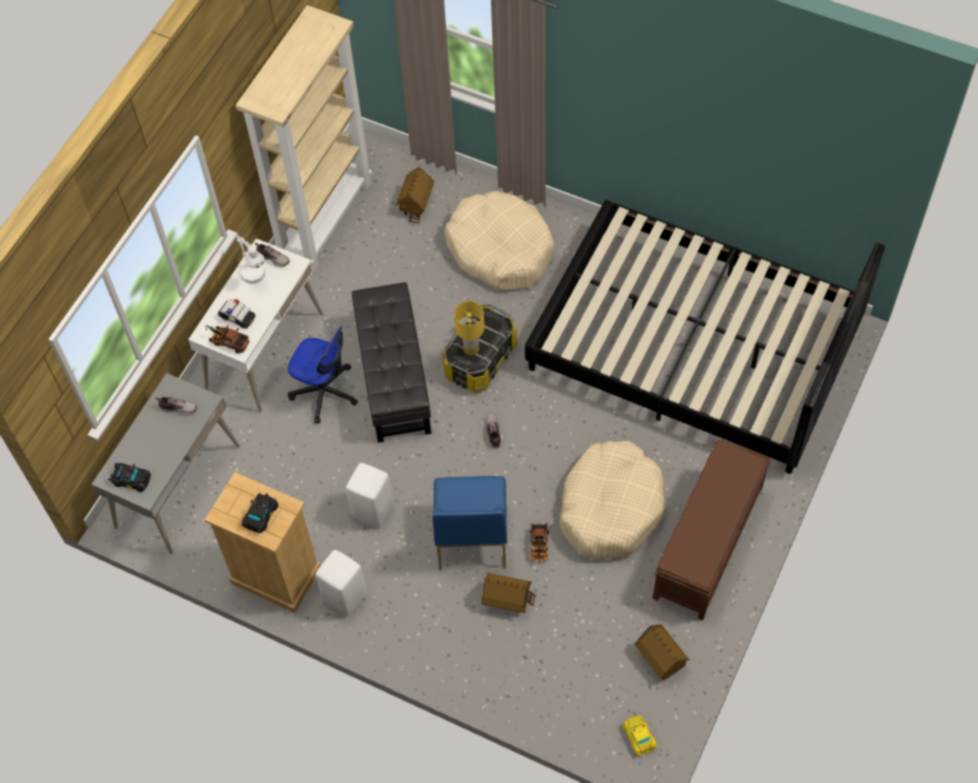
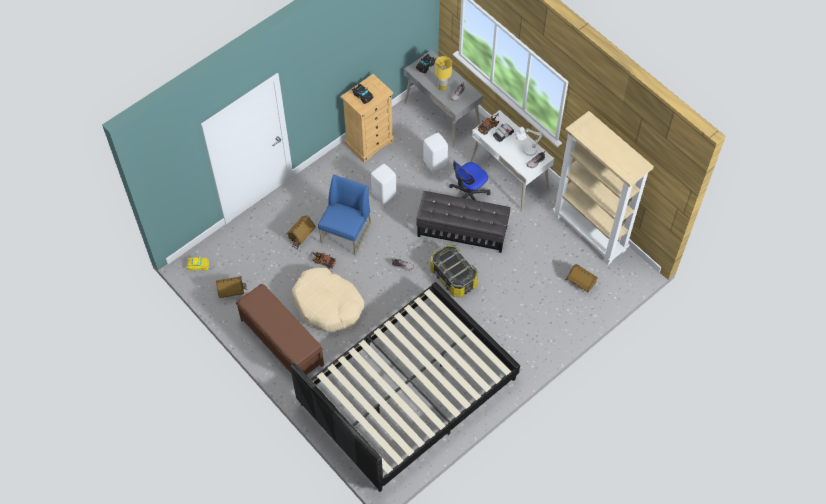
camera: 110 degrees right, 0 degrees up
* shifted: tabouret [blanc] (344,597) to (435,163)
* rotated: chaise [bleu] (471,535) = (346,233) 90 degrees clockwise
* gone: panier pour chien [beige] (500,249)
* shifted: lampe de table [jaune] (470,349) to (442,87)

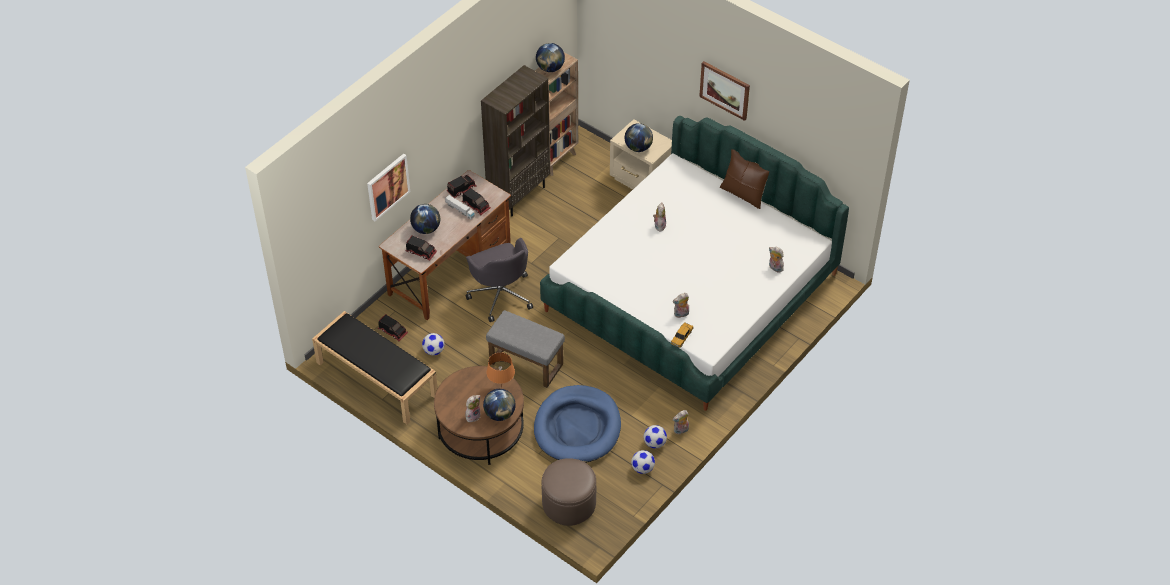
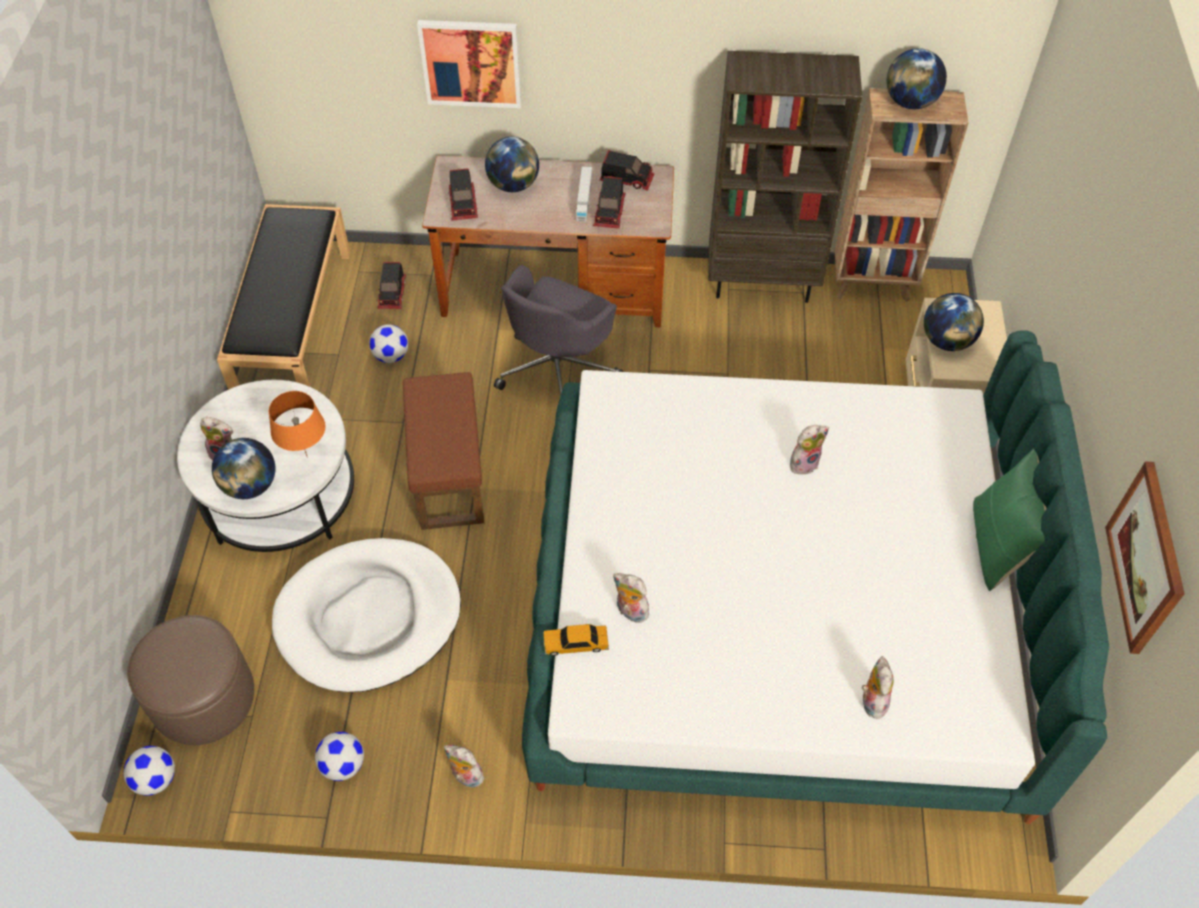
camera: 55 degrees right, 5 degrees up
* repainted: table basse [marron] (480,430) to table basse [blanc] (280,494)
* repainted: pouf [gris] (525,364) to pouf [marron] (447,475)
* repainted: panier pour chien [bleu] (577,427) to panier pour chien [blanc] (369,617)
* shifted: ballon de foot (654,443) to (155,779)
* shifted: tableau (725,90) to (1146,558)
* repainted: coussin [marron] (743,194) to coussin [vert] (998,545)

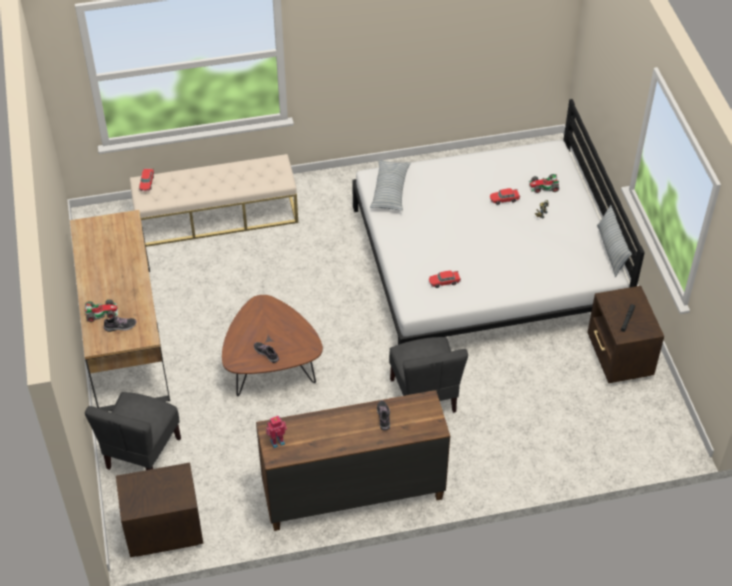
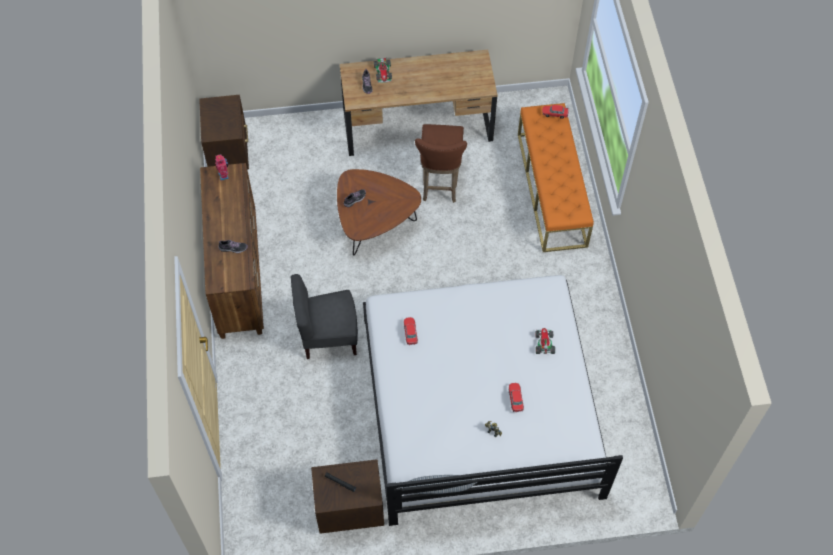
camera: 95 degrees right, 10 degrees up
* gone: chaise [gris] (142,453)
* repainted: banc [beige] (217,217) to banc [orange] (552,189)
* gone: coussin (390,190)
* shifted: petite voiture (544,186) to (544,343)
* new: tabouret [marron] (440,183)

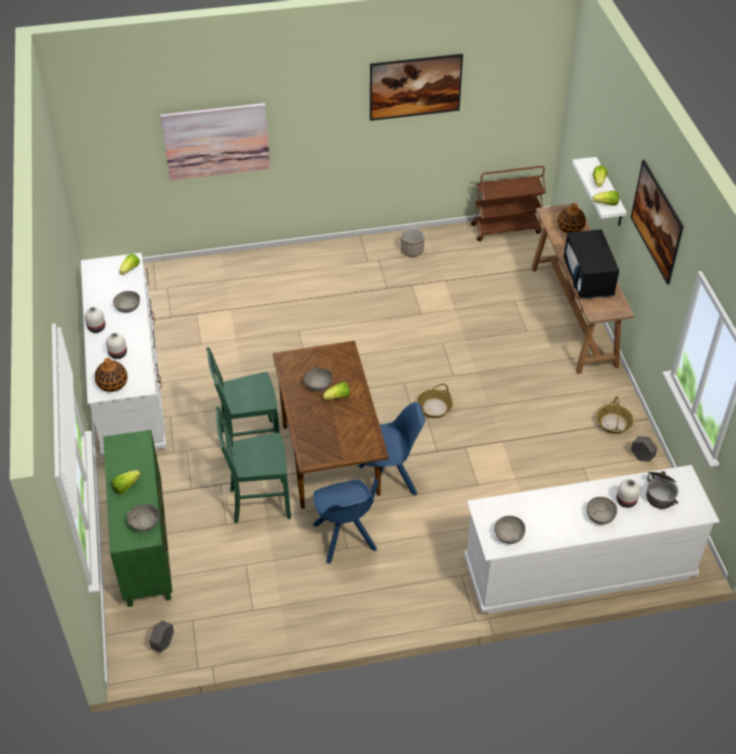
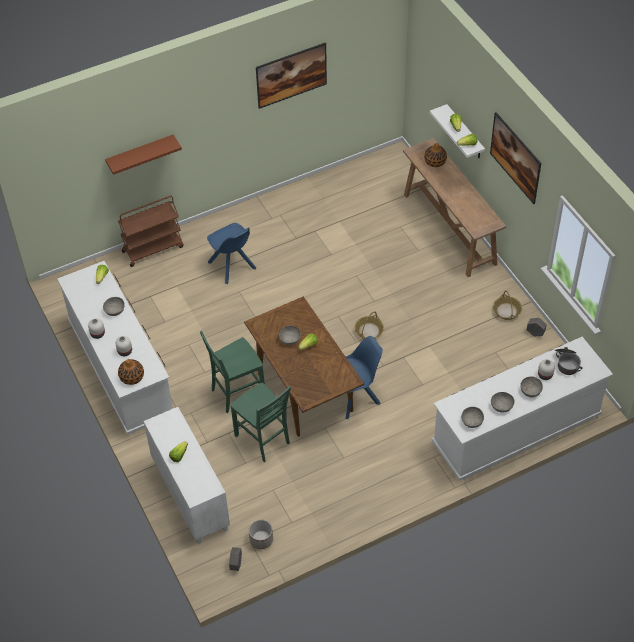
camera: 15 degrees left, 5 degrees up
* repainted: meuble de rangement [vert] (144,546) to meuble de rangement [blanc] (189,495)
* shifted: bol [gris] (144,523) to (501,406)
* swapped: tableau (216,141) to étagère [marron] (140,153)
* rotated: chaise [vert] (258,502) = (263,440) 105 degrees counterclockwise
* shifted: chaise [bleu] (345,538) to (232,266)
* shifted: cache-pot (412,250) to (261,539)
* shifted: chariot [marron] (506,228) to (153,248)
* gone: micro-ondes [noir] (588,278)

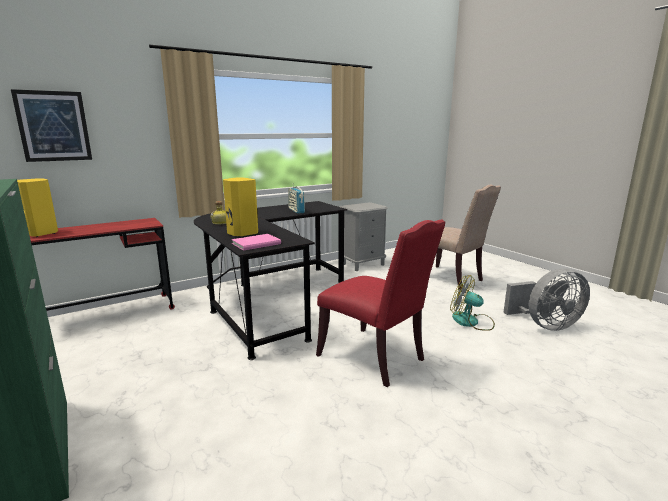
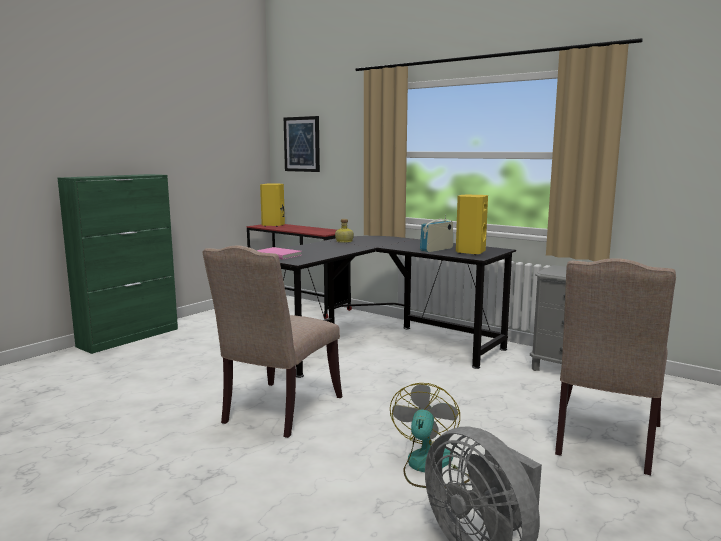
camera: 70 degrees right, 5 degrees down
* shifted: enceinte [jaune] (241,233) to (470,252)
* repainted: chaise [rouge] (375,358) to chaise [beige] (278,411)

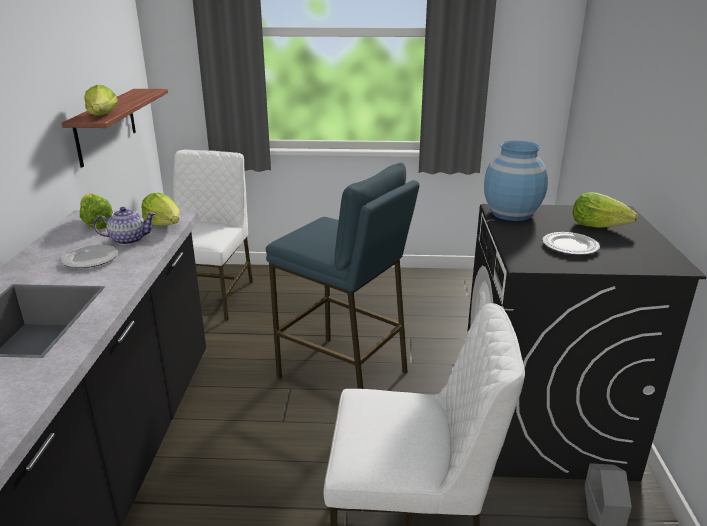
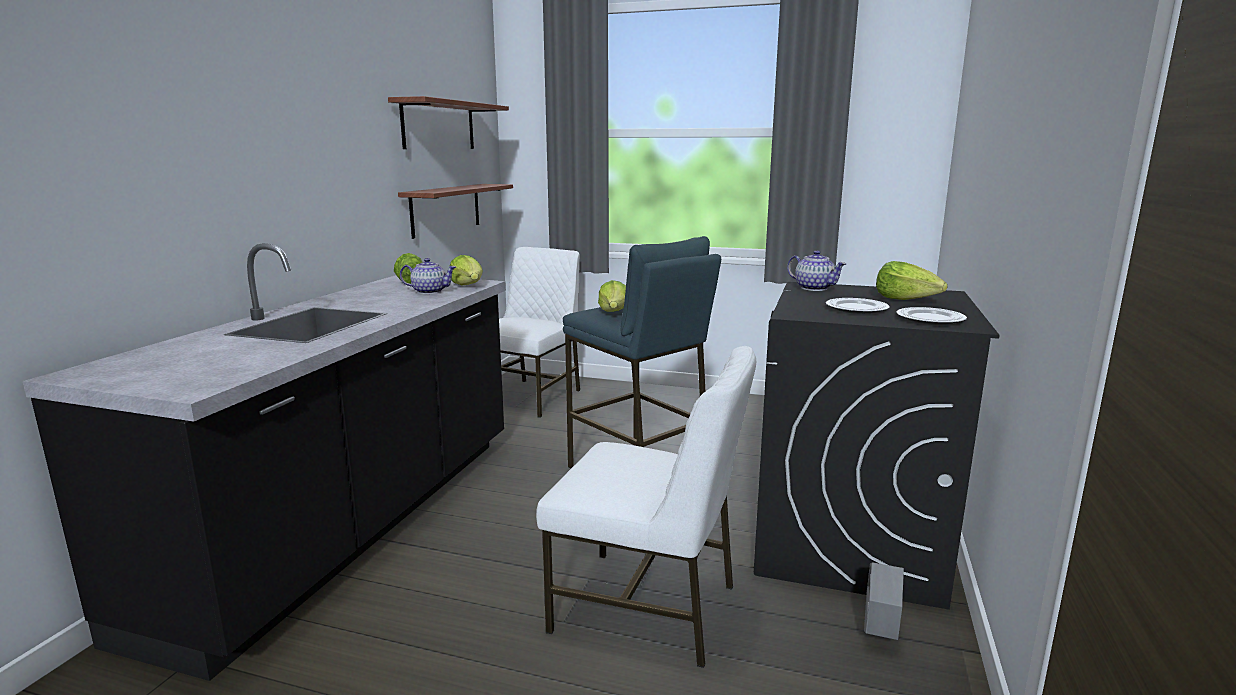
camera: 15 degrees right, 10 degrees down
* shifted: assiette (91,259) to (930,319)
* shifted: laitue (103,116) to (614,312)
* swapped: vase [bleu] (511,214) to théière (814,288)
* new: étagère (439,125)

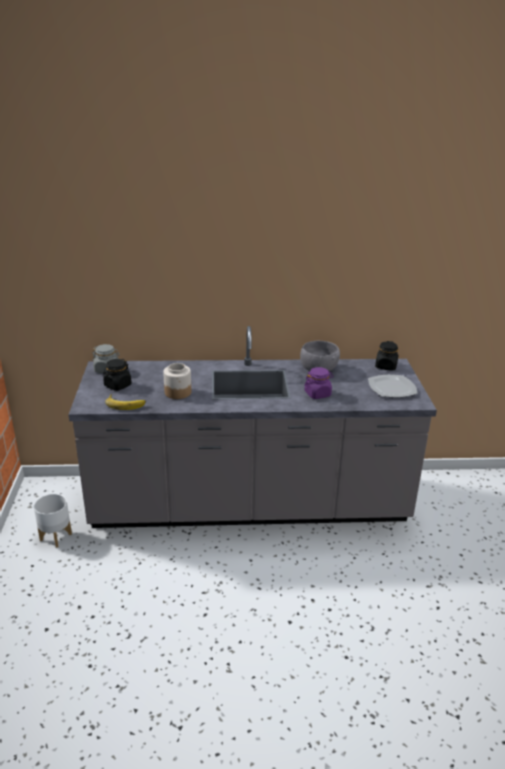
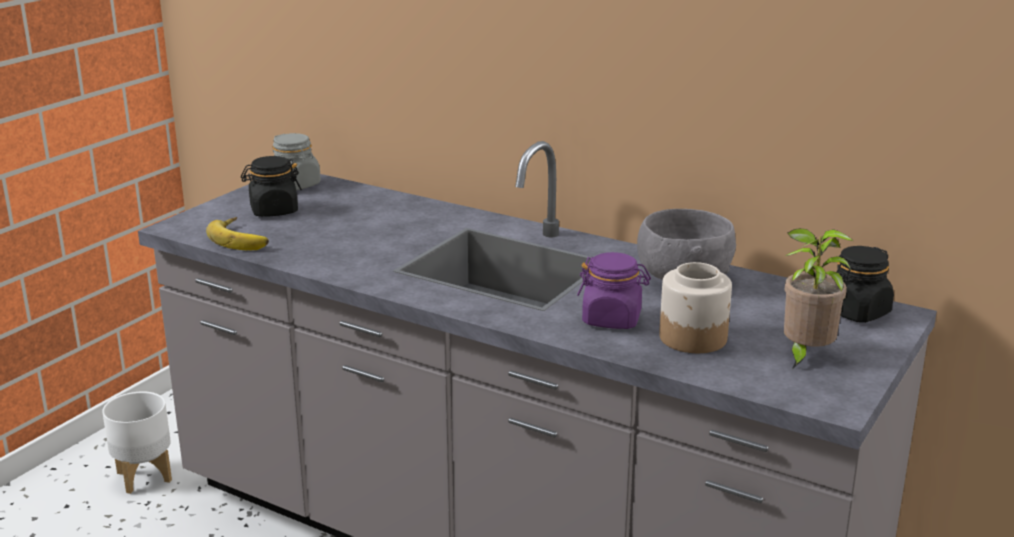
camera: 35 degrees right, 5 degrees down
* shifted: bocal (178,392) to (694,338)
* swapped: assiette (391,388) to plante en pot (805,356)

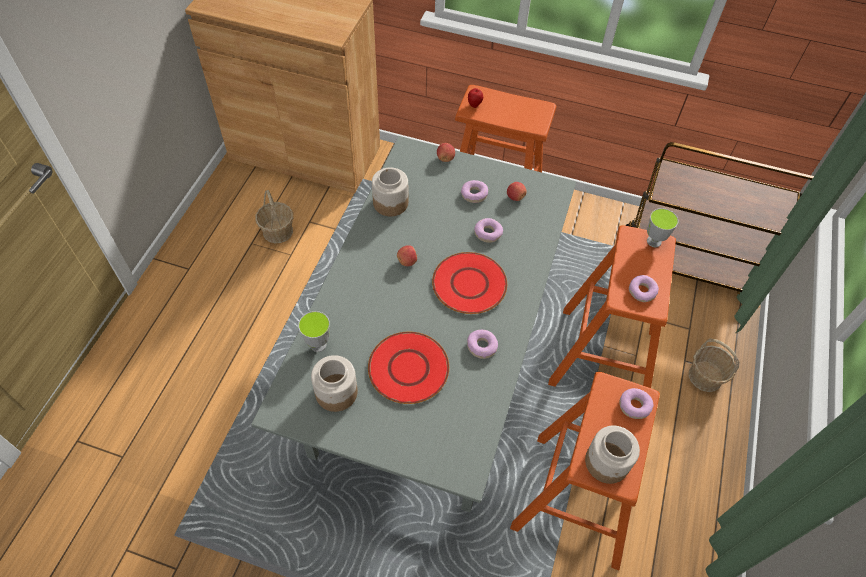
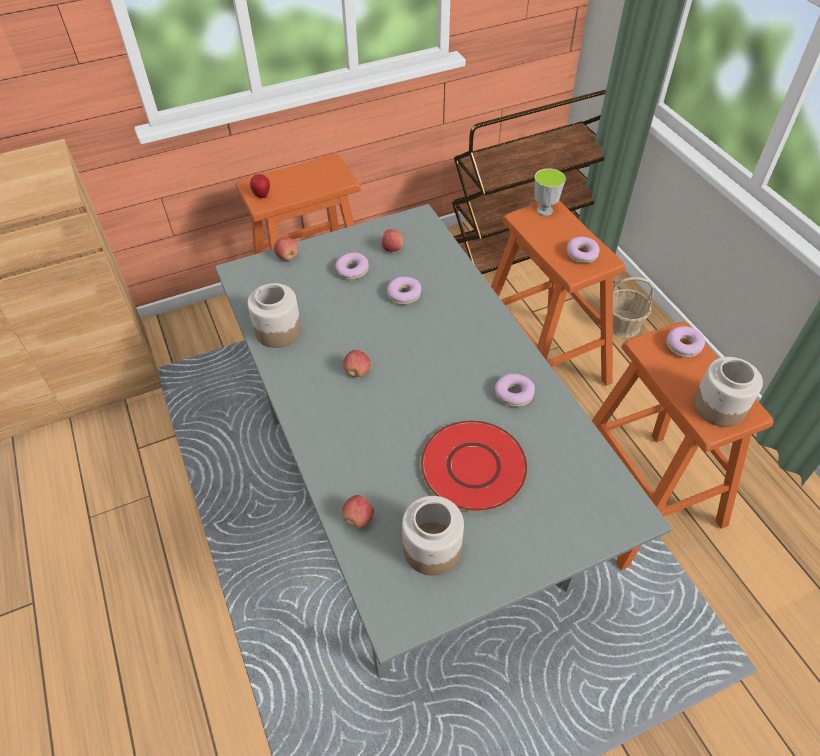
camera: 40 degrees left, 5 degrees down
* gone: panier (278,231)
* swapped: tasse (318,344) to pomme (359,518)
* gone: assiette [rouge] (469,283)

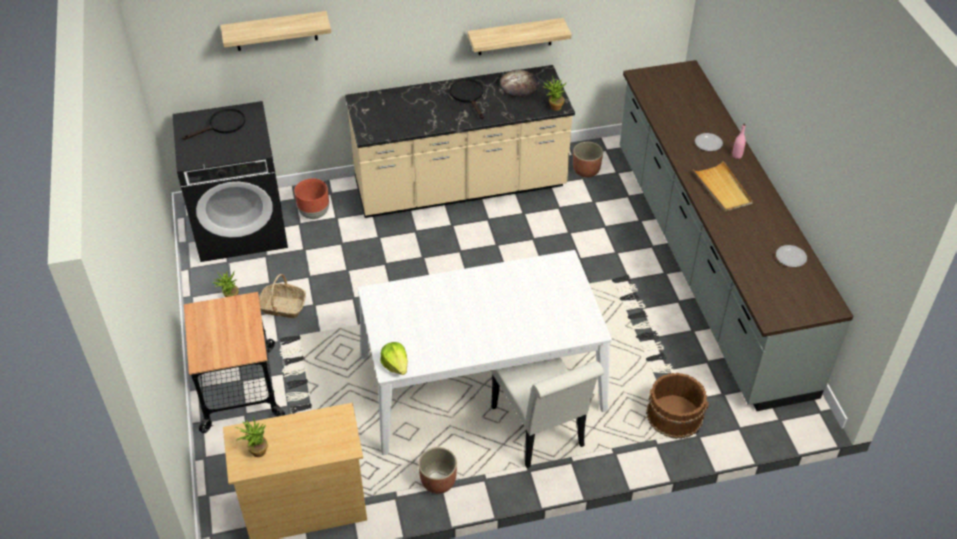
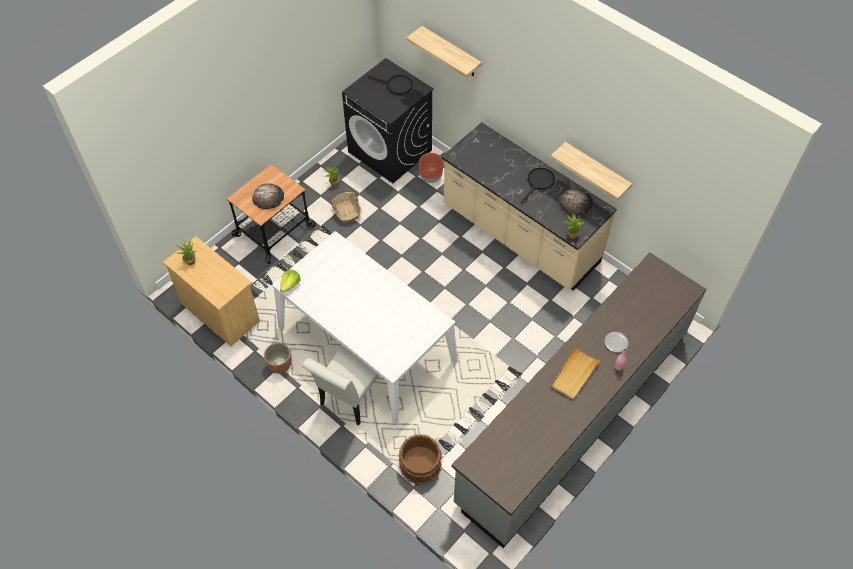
camera: 55 degrees right, 10 degrees up
* gone: cache-pot (586,170)
* gone: assiette (791,257)
* new: pain (268,198)

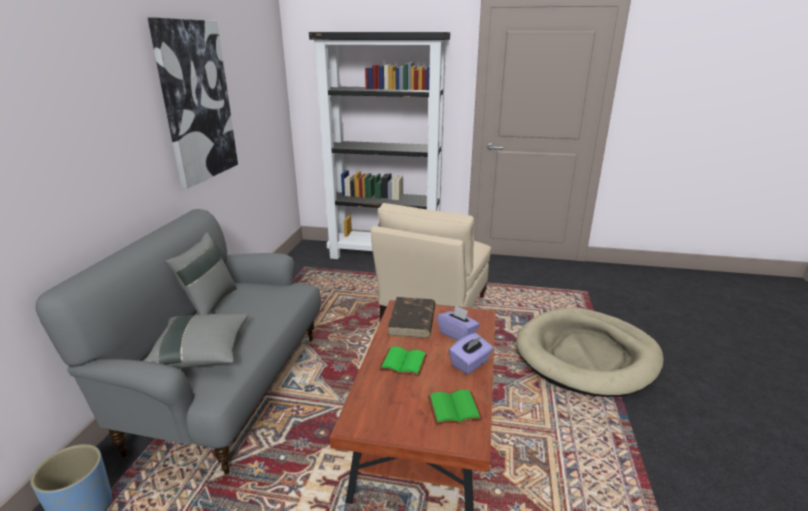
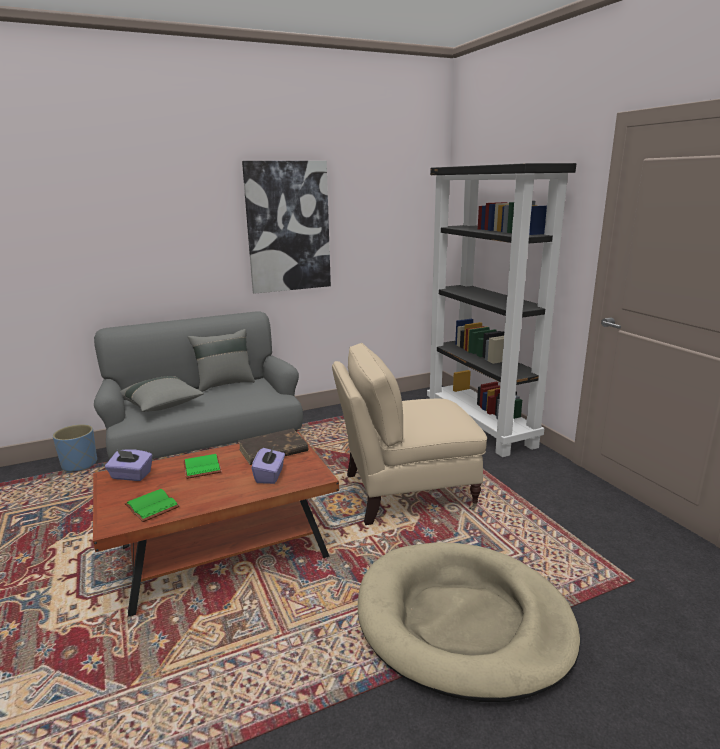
camera: 55 degrees right, 5 degrees down
* shifted: boîte à mouchoirs [violet] (470,363) to (131,476)

